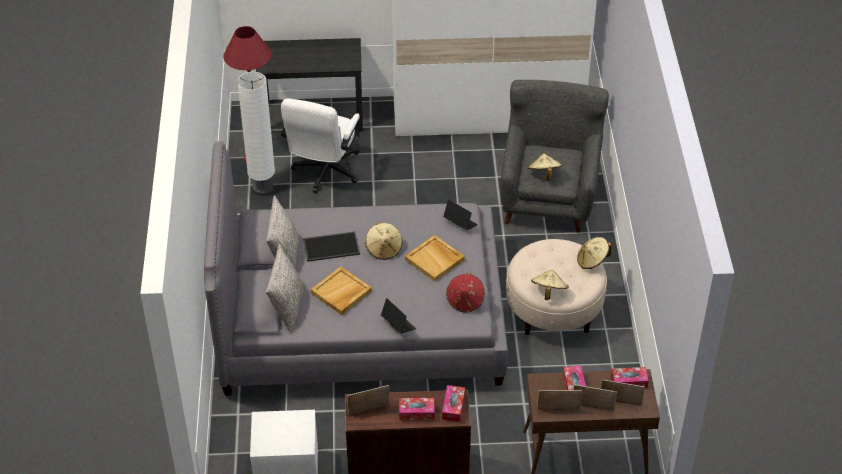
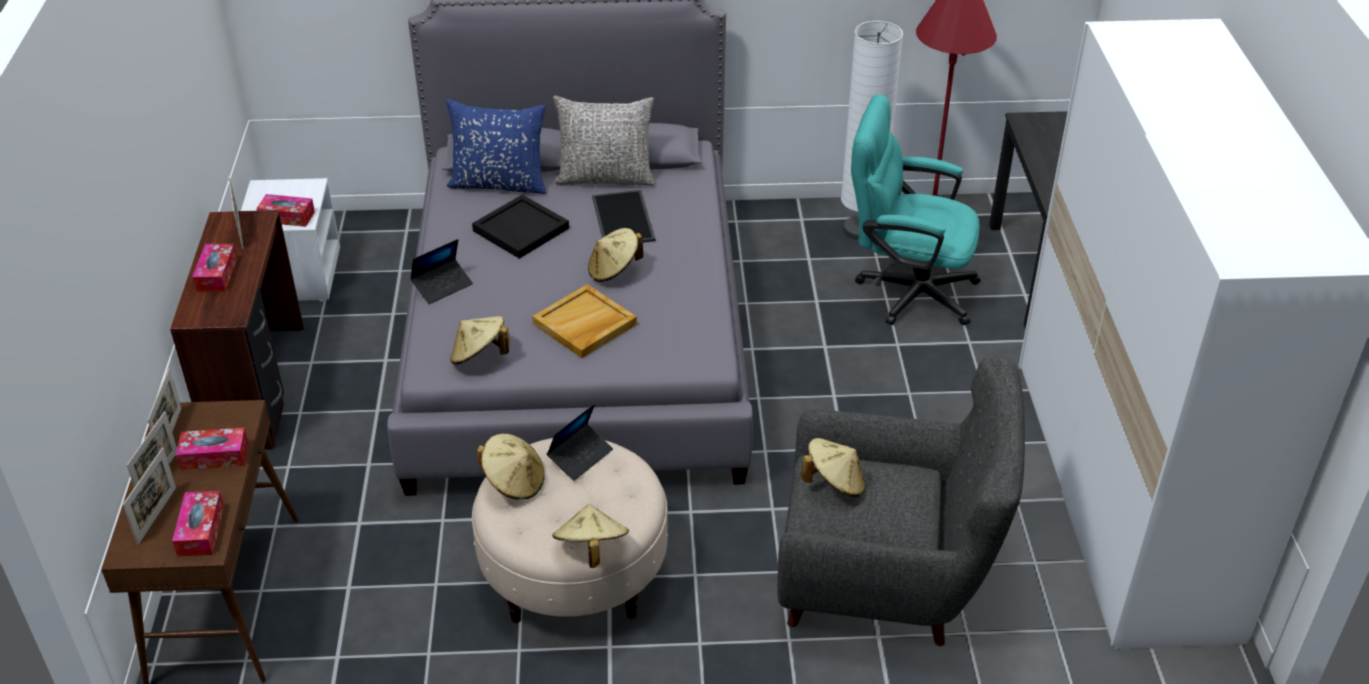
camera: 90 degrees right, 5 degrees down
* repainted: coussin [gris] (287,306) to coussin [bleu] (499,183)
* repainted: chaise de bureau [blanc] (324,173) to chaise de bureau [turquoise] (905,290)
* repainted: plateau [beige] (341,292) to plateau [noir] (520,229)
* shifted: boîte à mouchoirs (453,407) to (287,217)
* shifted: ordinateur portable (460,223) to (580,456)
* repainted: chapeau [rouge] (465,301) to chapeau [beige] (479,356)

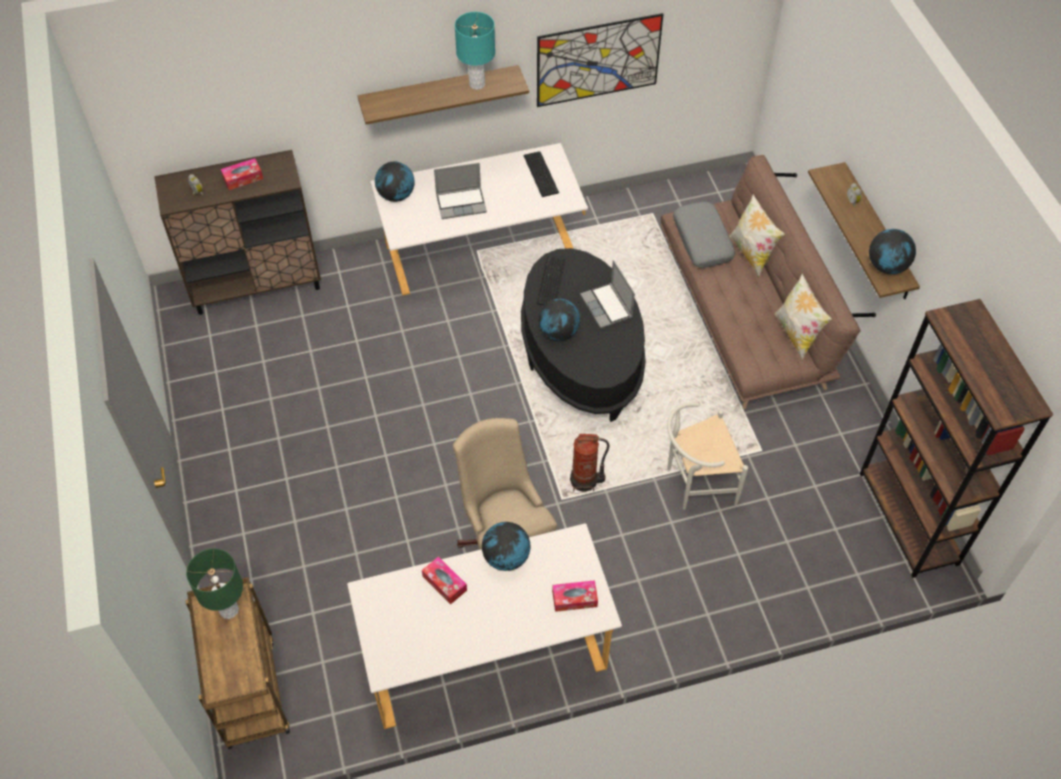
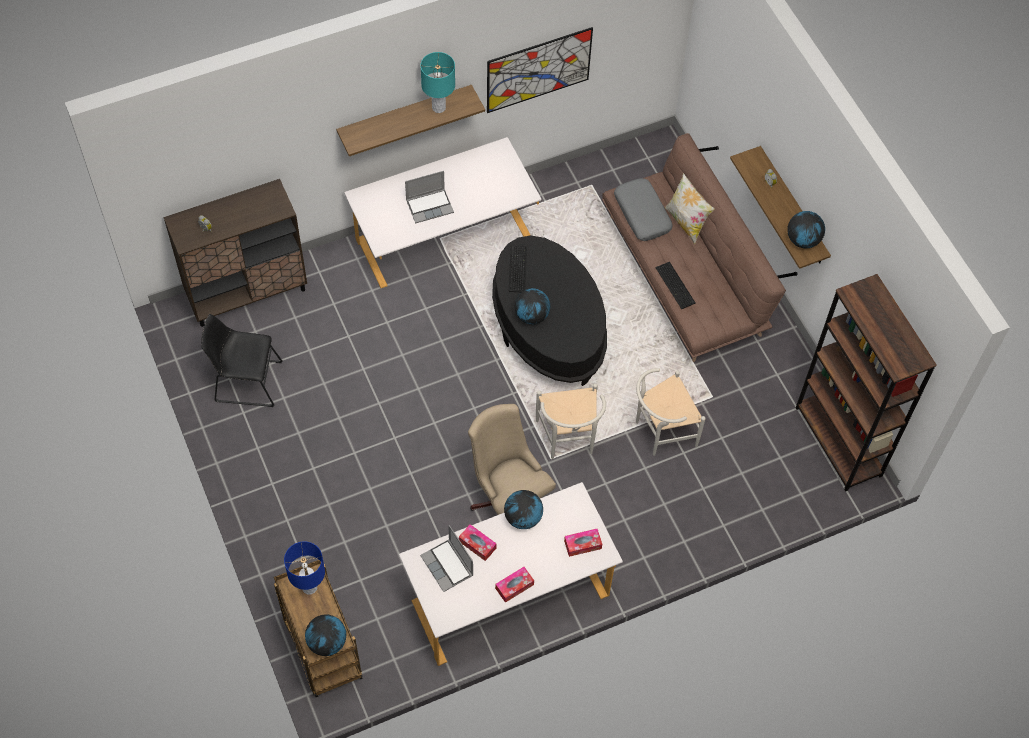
camera: 10 degrees left, 5 degrees up
* repainted: lampe de table [vert] (229,610) to lampe de table [bleu] (310,587)
* shifted: boîte à mouchoirs (243,178) to (514,586)
* shifted: globe (396,195) to (327,642)
* shifted: clavier (541,173) to (676,284)
* swapped: extincteur (585,480) to chaise [blanc] (568,440)
* shifted: ordinateur portable (607,307) to (448,566)
* gone: coussin (796,334)
* new: chaise [noir] (245,381)

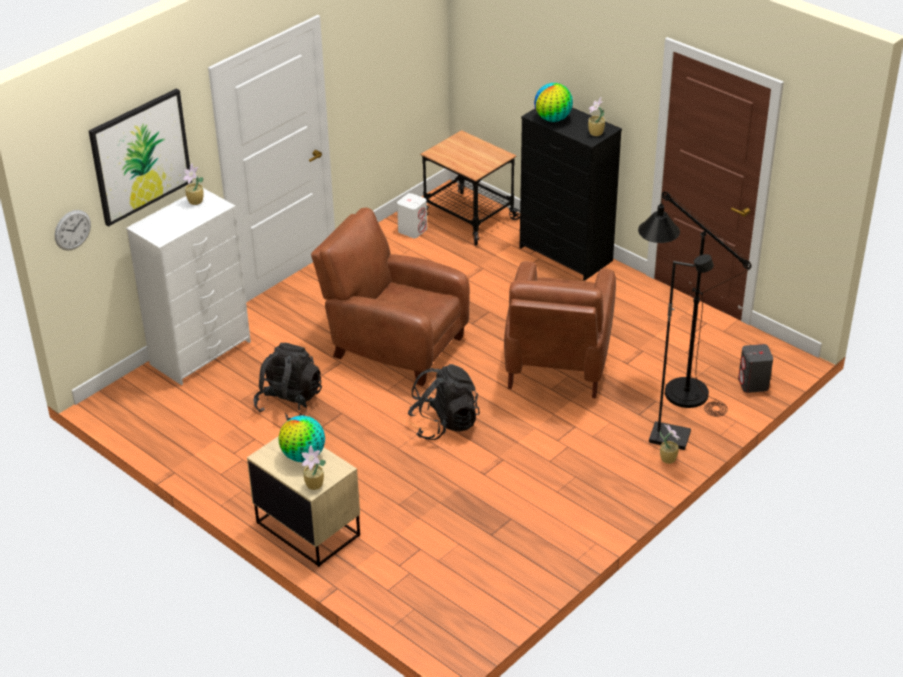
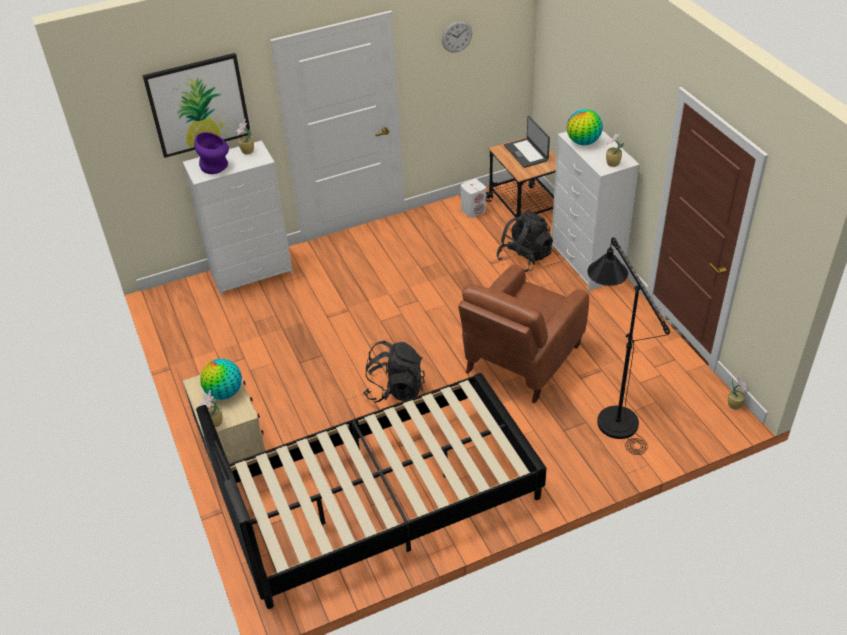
camera: 25 degrees right, 5 degrees up
* shifted: horloge murale (72,230) to (457,36)
* shifted: sac à dos [noir] (289,403) to (524,258)
* gone: fauteuil [marron] (394,345)
* repainted: commode [noir] (566,254) to commode [blanc] (587,263)
* gone: lampadaire [noir] (670,437)
* shifted: plante en pot (668,458) to (734,404)
* gone: enceinte [gris] (753,384)
* new: vase [violet] (216,167)
* new: lit [noir] (382,500)
* new: ordinateur portable (526,153)

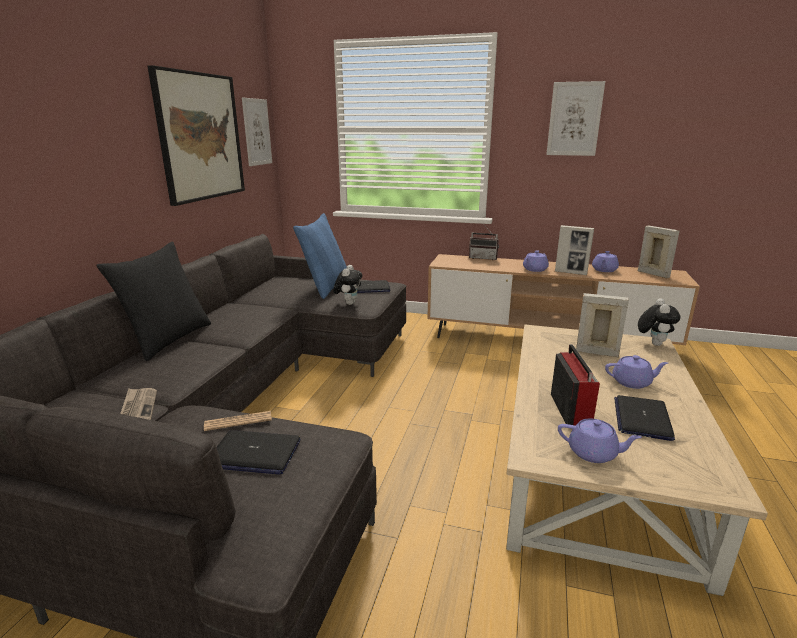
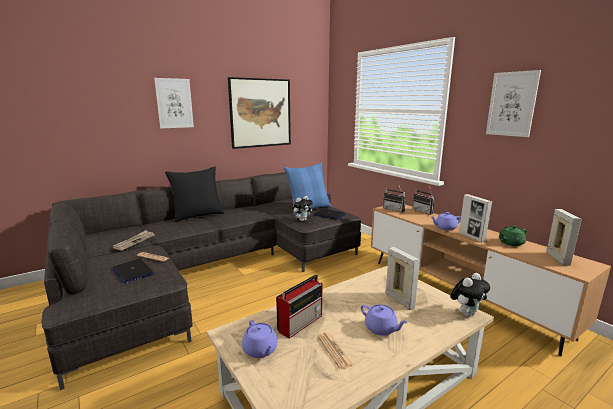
camera: 40 degrees right, 5 degrees down
* shifted: tableau (257,132) to (174,103)
* repainted: théière [violet] (604,270) to théière [vert] (510,243)
* swapped: ordinateur portable (642,418) to journal (334,351)
* new: radio (395,209)

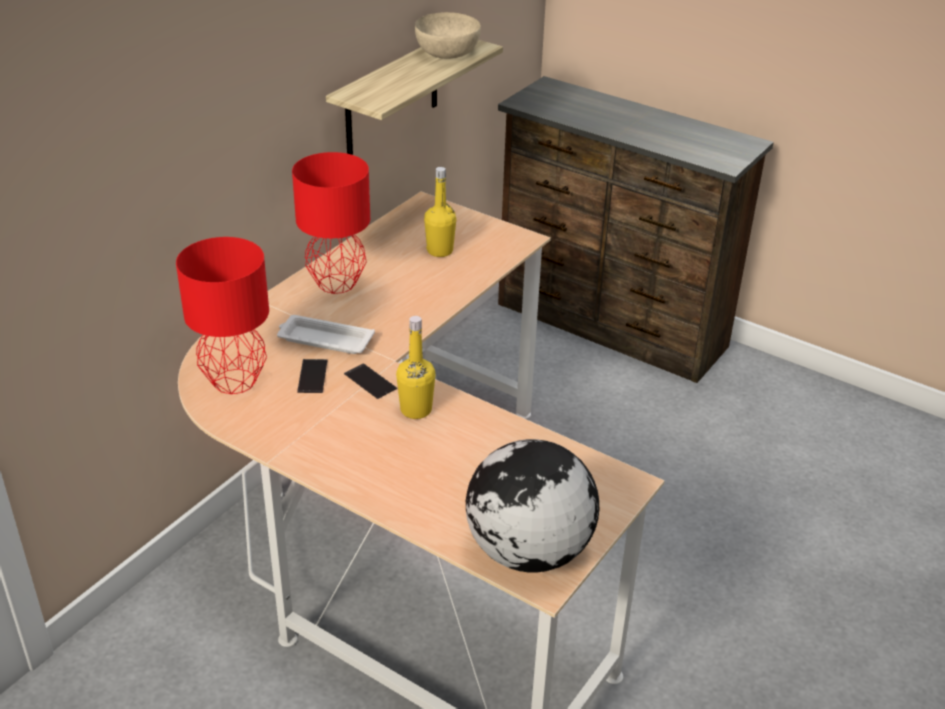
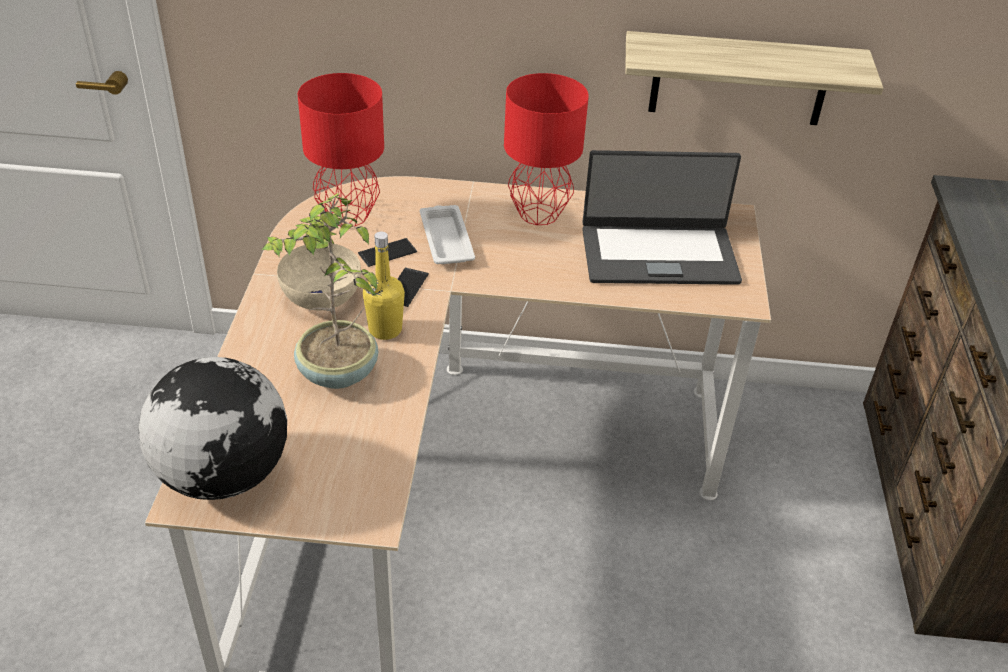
camera: 60 degrees right, 5 degrees up
* shifted: bol [beige] (448,53) to (322,297)
* swapped: bouteille [jaune] (440,251) to ordinateur portable (658,254)
* new: plante en pot (336,374)

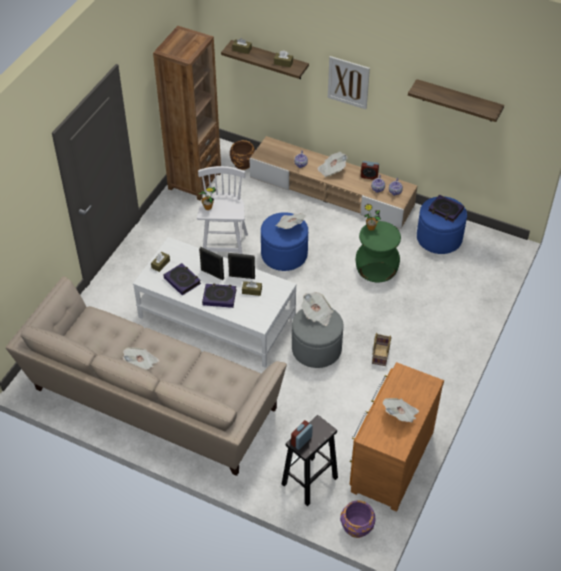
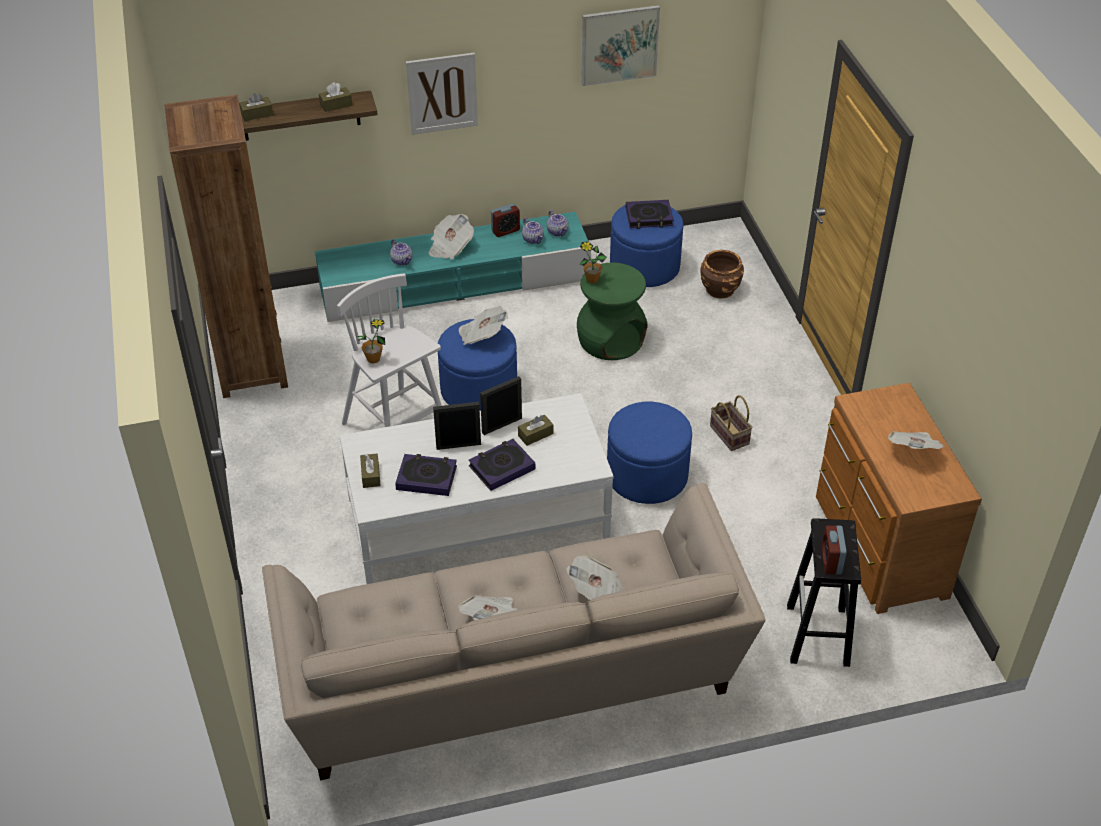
camera: 40 degrees left, 5 degrees down
* shifted: cache-pot [marron] (243,164) to (720,289)
* repainted: meuble télé [beige] (332,192) to meuble télé [turquoise] (455,283)
* repainted: pouf [gris] (316,349) to pouf [bleu] (647,476)
* shifted: journal (317,314) to (597,592)
* gone: cache-pot [violet] (356,527)
* swapped: étagère (458,101) to tableau (619,45)

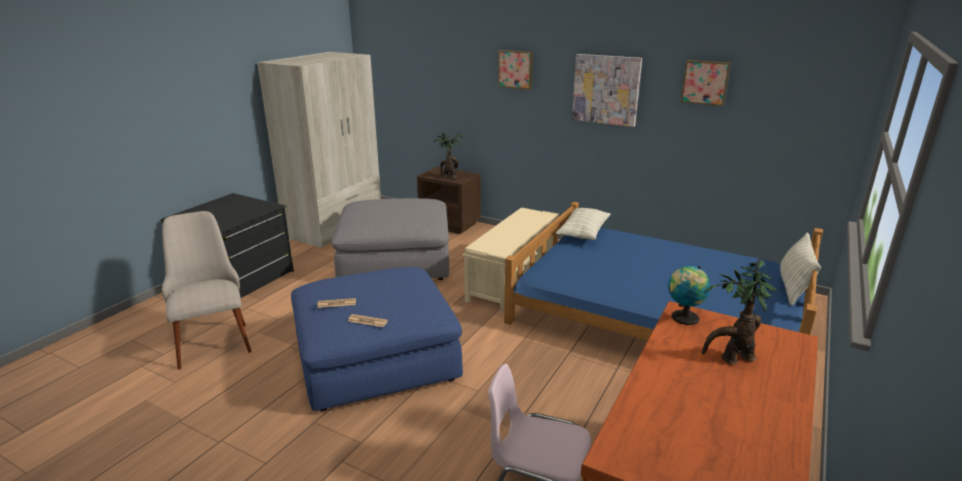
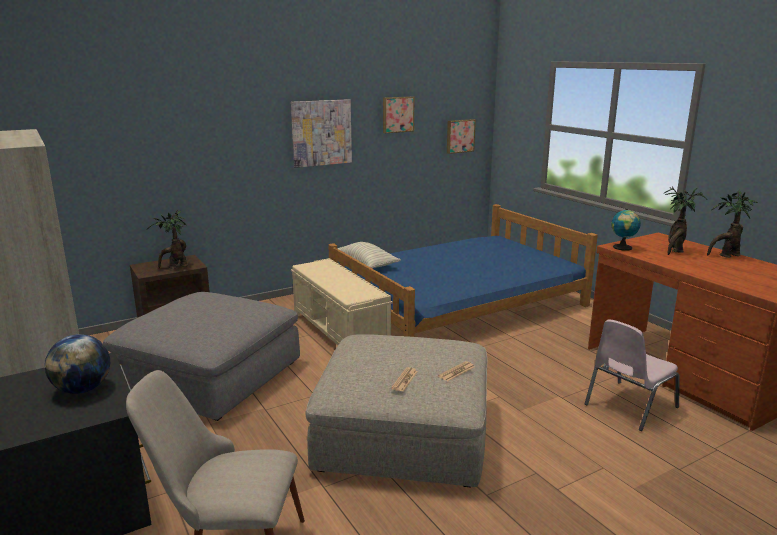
camera: 60 degrees left, 5 degrees down
* repainted: pouf [bleu] (376,358) to pouf [beige] (403,434)
* shifted: tableau (516,69) to (460,136)
* gone: coussin (793,287)
* new: globe (83,389)
* new: plante en pot (726,256)

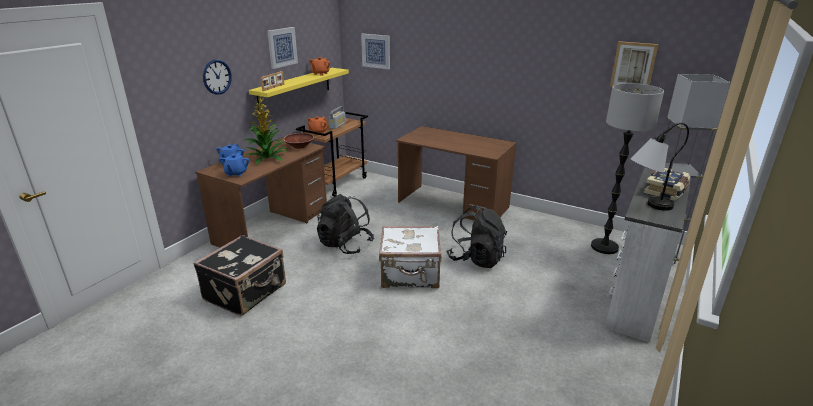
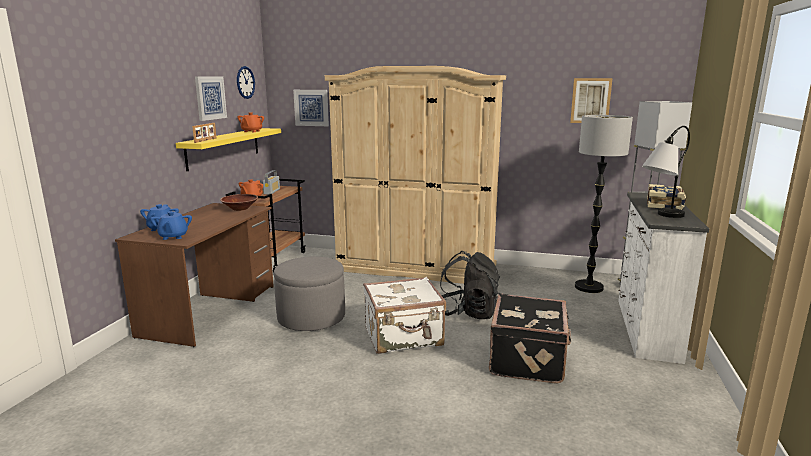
camera: 15 degrees left, 10 degrees down
* shifted: valise [noir] (246,292) to (528,360)
* shifted: horloge murale (217,77) to (245,82)
* gone: plante en pot (268,158)
* swapped: sac à dos [noir] (345,245) to pouf [gris] (311,317)
* swapped: bureau [marron] (453,205) to armoire [beige] (415,267)

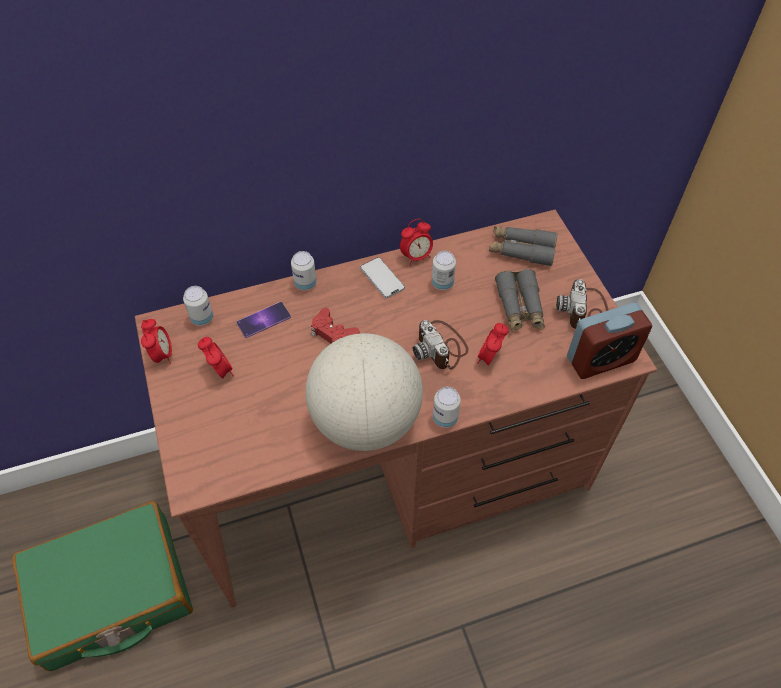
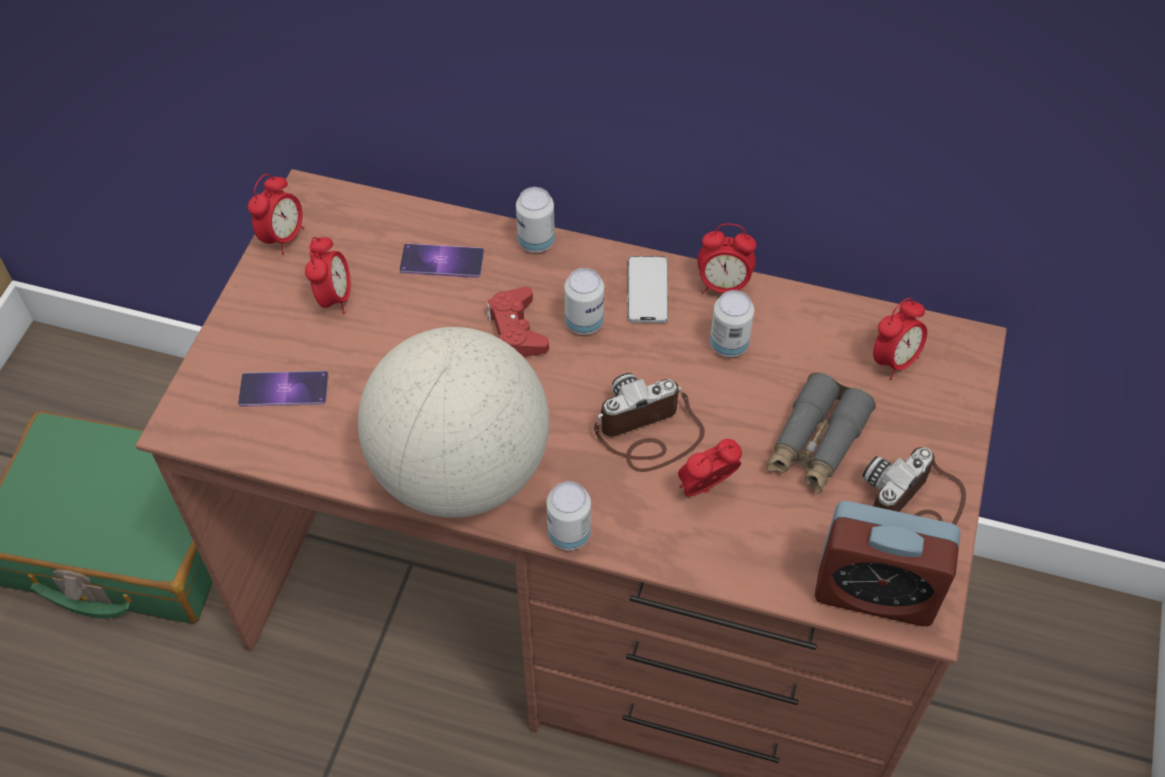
camera: 35 degrees right, 0 degrees up
* shifted: boîte métallique (202,318) to (584,322)
* rotated: appareil photo (441,347) = (648,433) 60 degrees clockwise
* swapped: jumelles [gris] (521,250) to réveil (894,361)
* new: téléphone (284,389)

